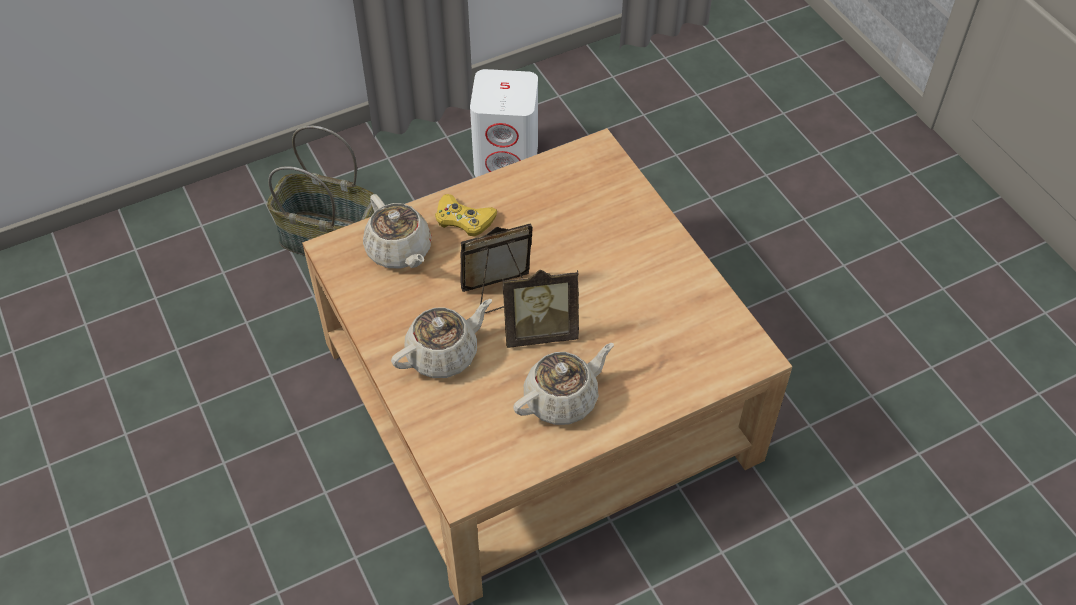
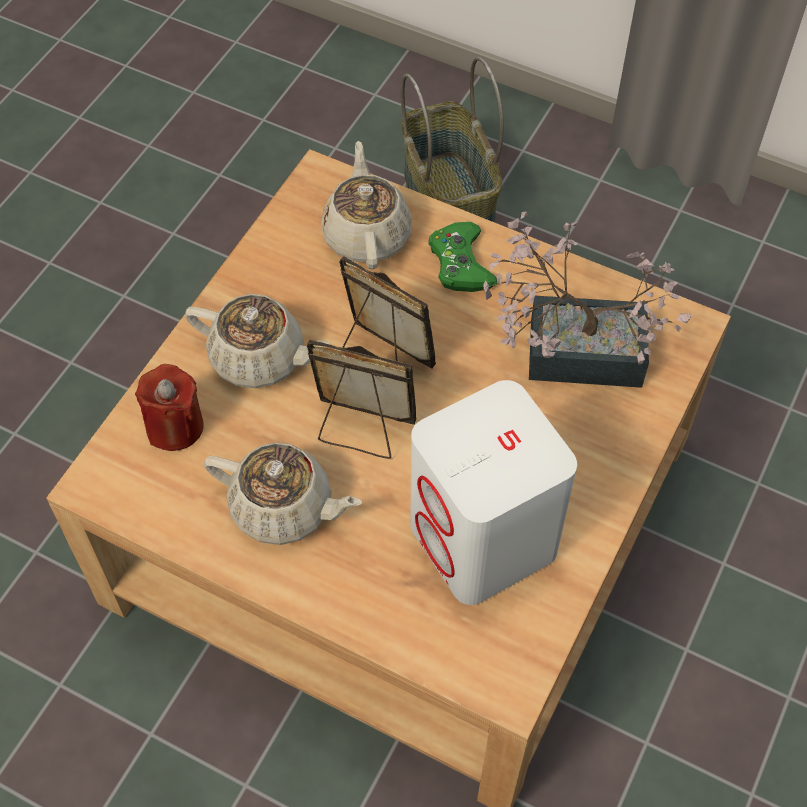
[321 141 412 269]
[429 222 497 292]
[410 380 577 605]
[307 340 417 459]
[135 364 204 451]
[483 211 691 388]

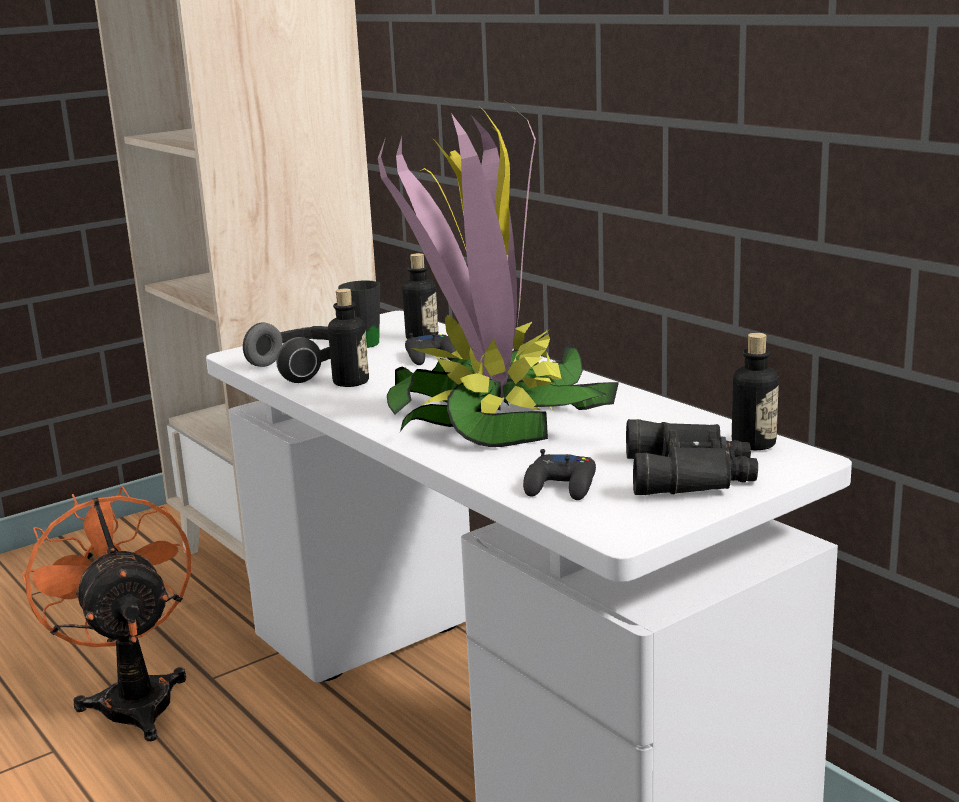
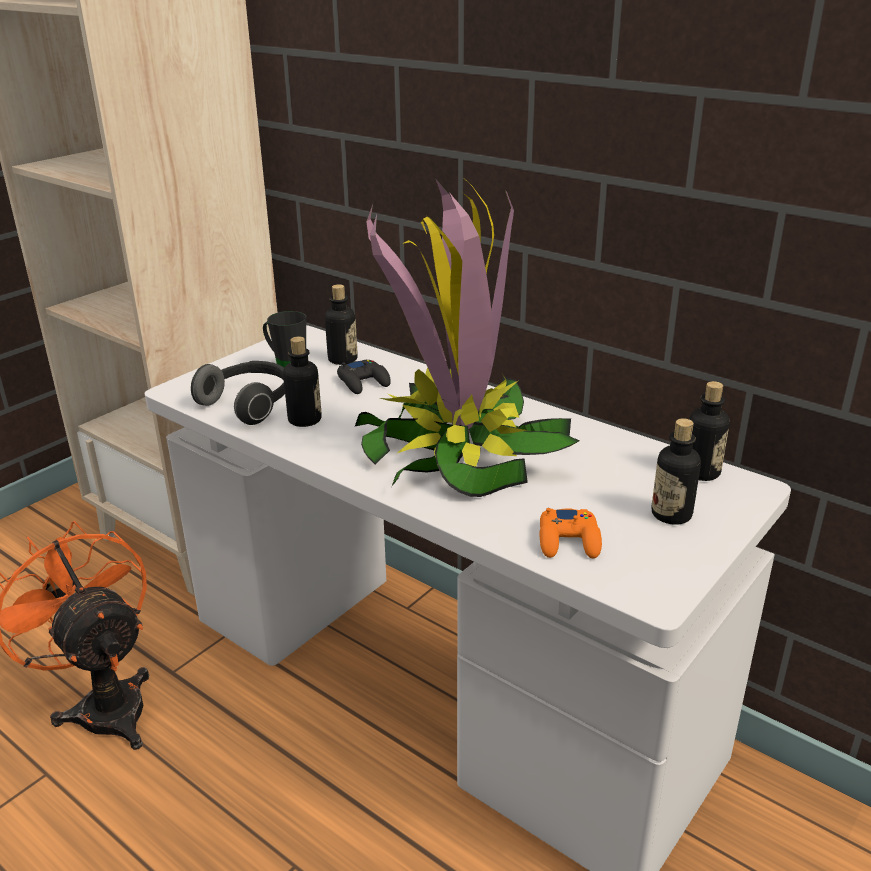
[539 508 602 558]
[652 418 701 525]

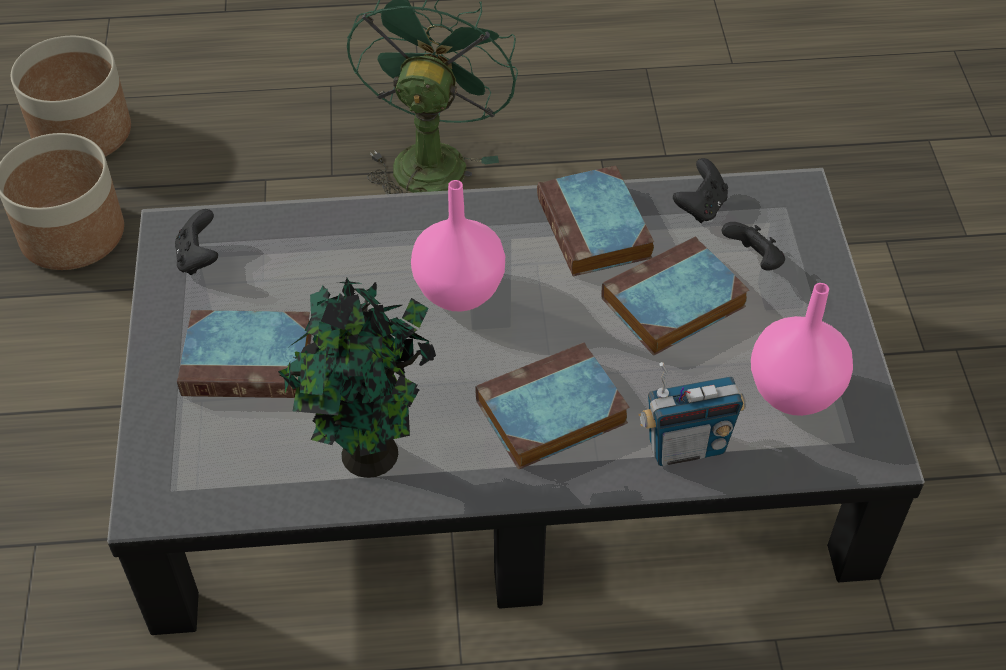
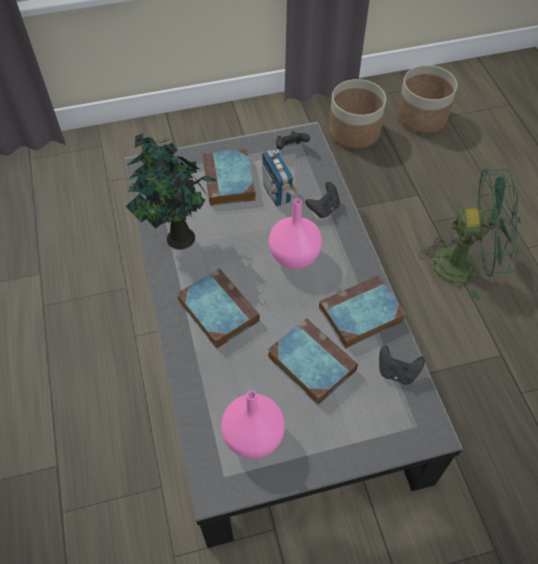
[262 132 298 207]
[305 182 340 218]

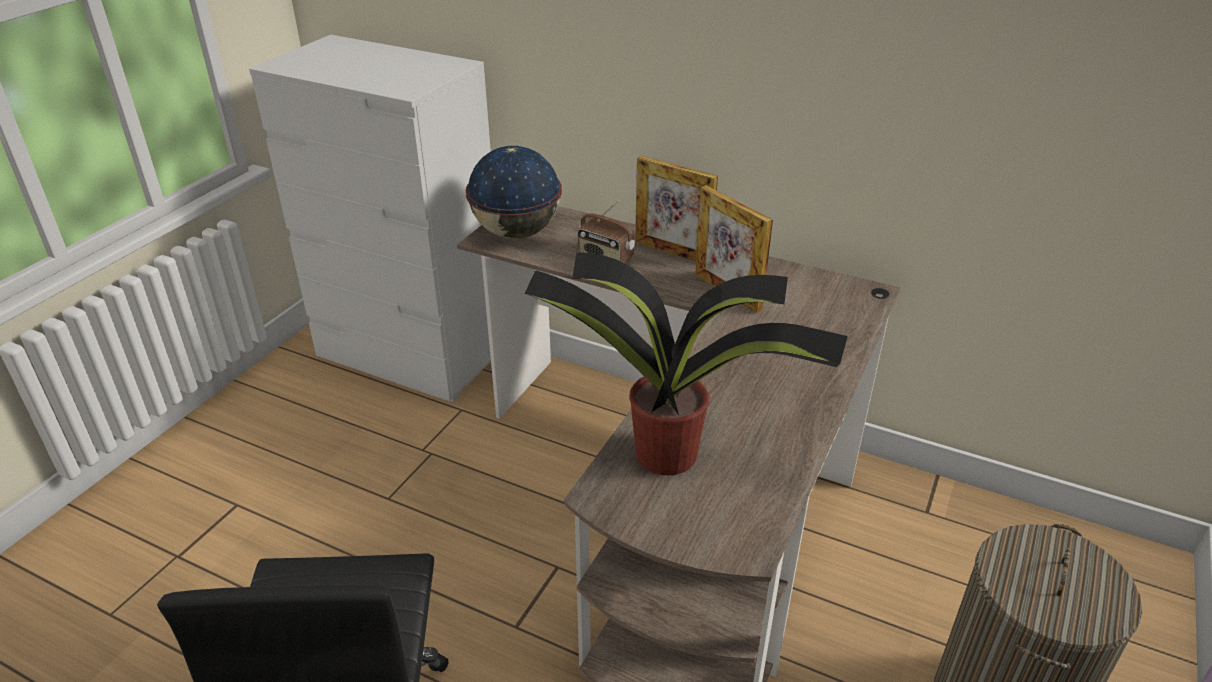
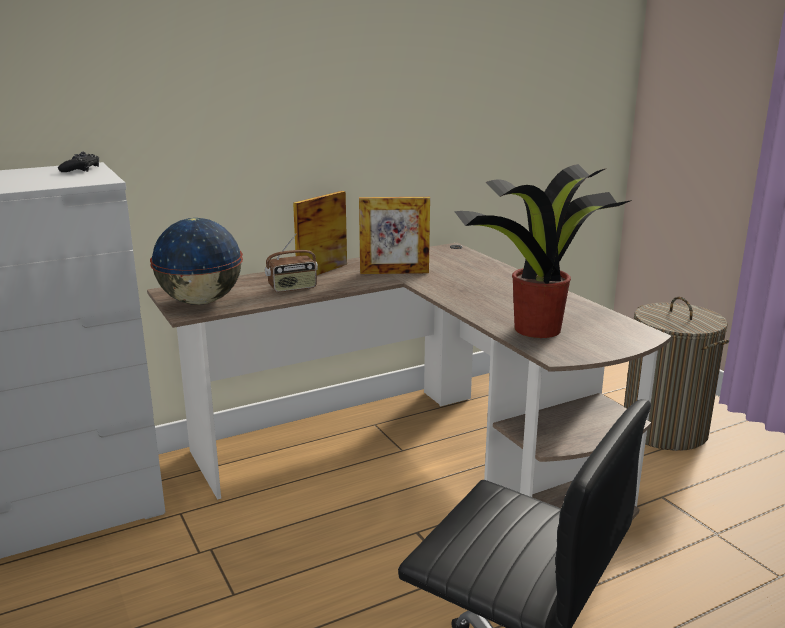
[293 191 347 275]
[58 152 99 172]

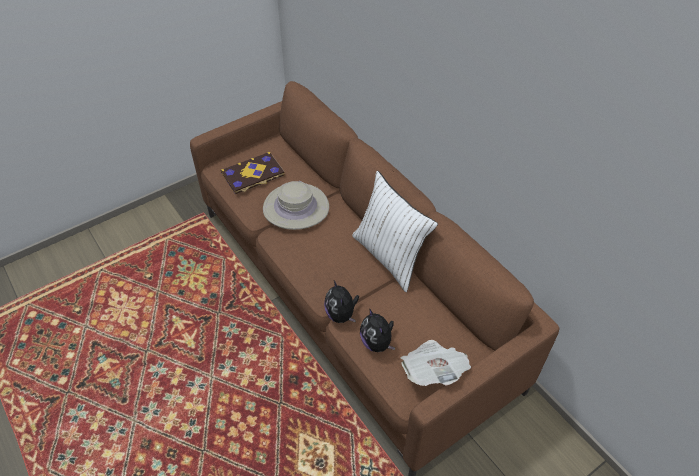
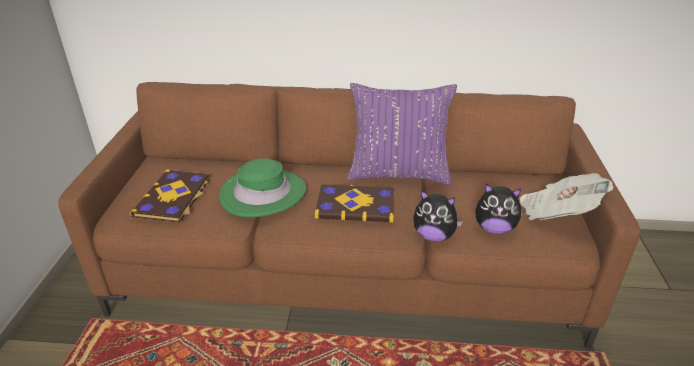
[219 158 306 217]
[347 83 457 185]
[314 184 394 223]

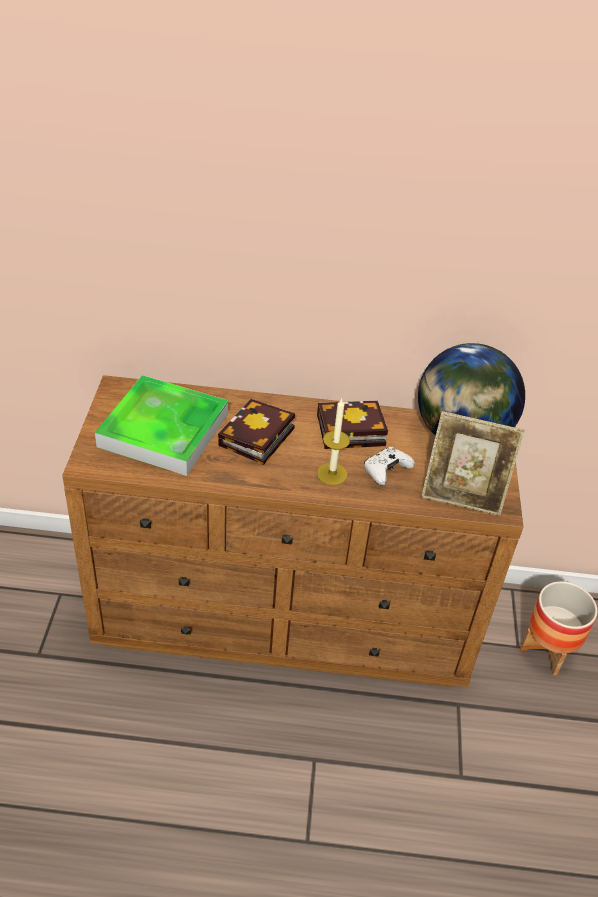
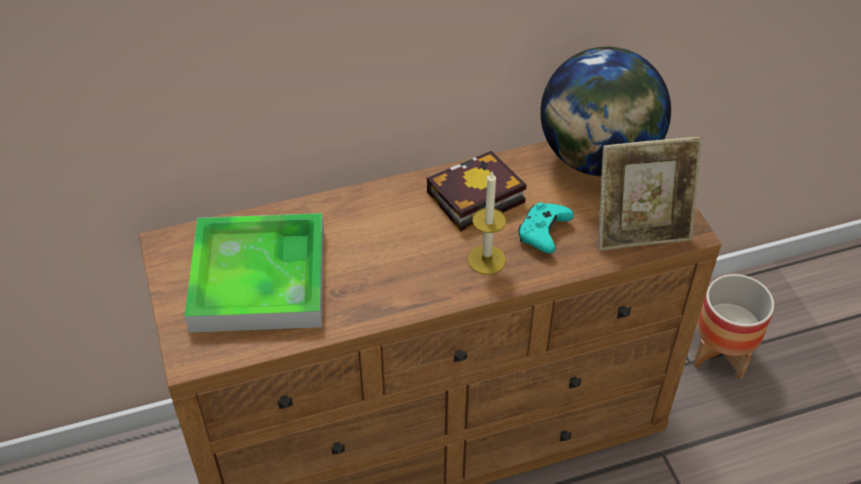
[218 399 295 465] (first image)
[518 202 573 253]

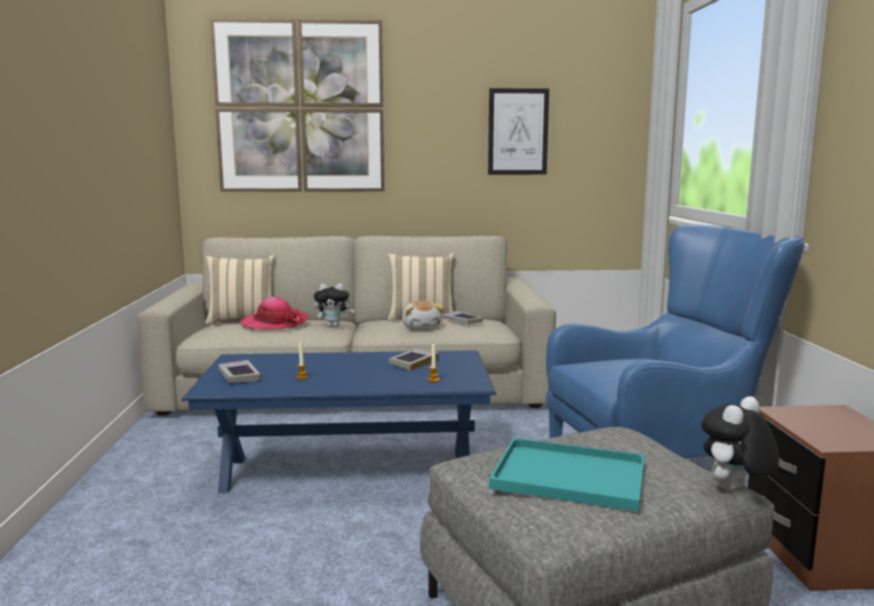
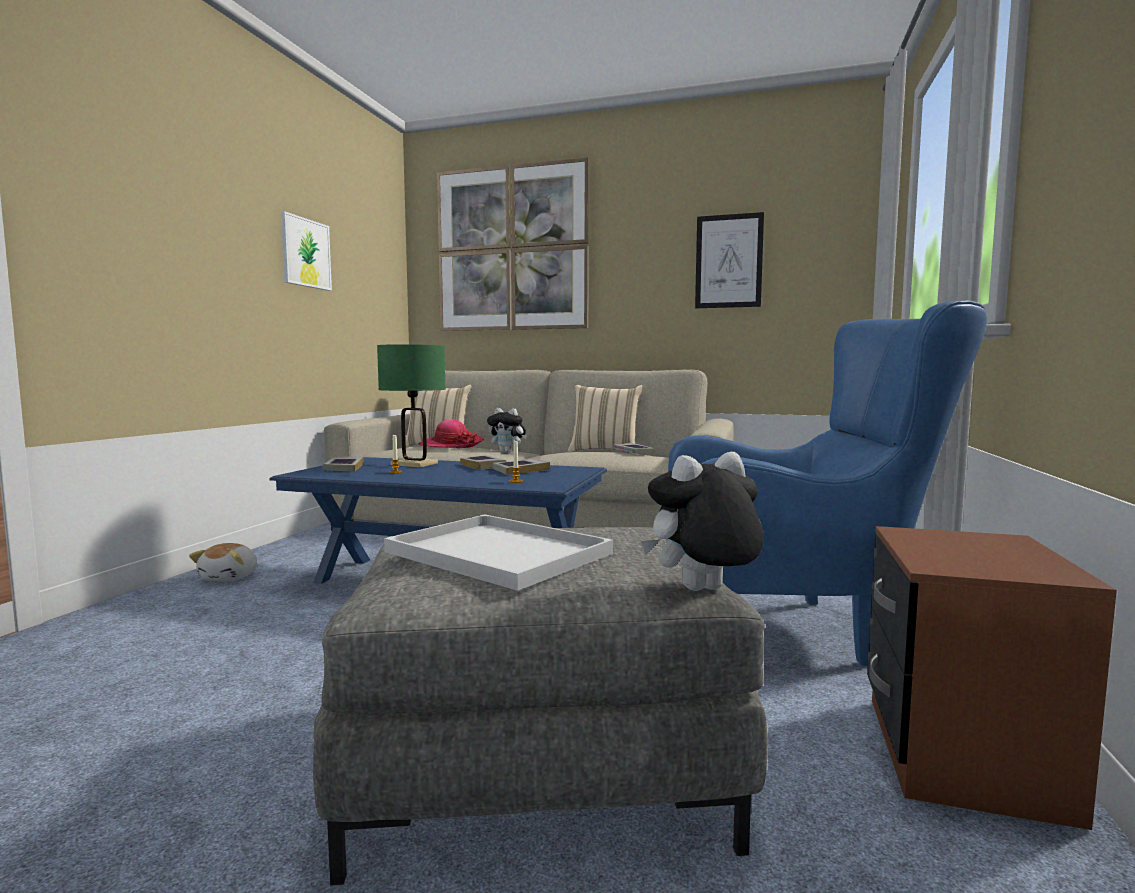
[189 543 257 581]
[384 514 613 591]
[281 211 332 291]
[377 344 446 467]
[460 455 507 470]

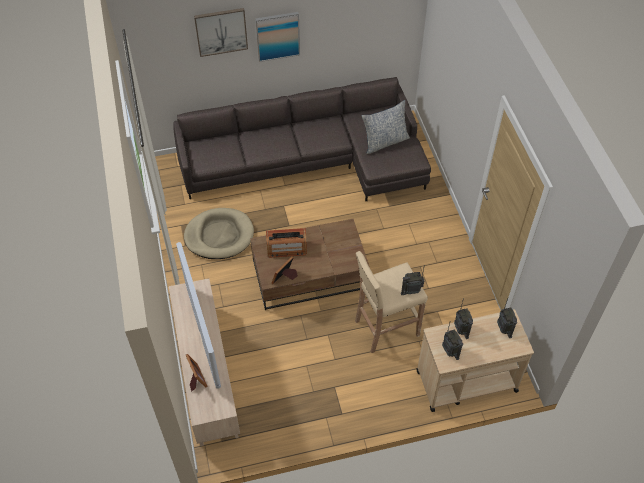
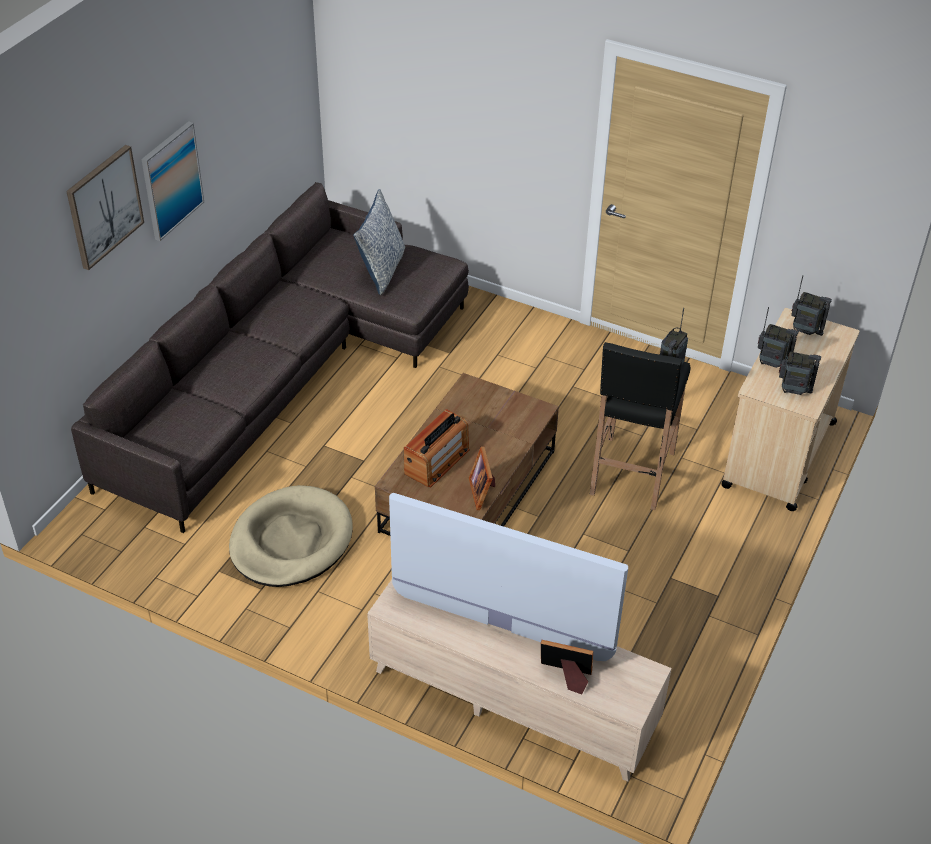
[590 342 690 510]

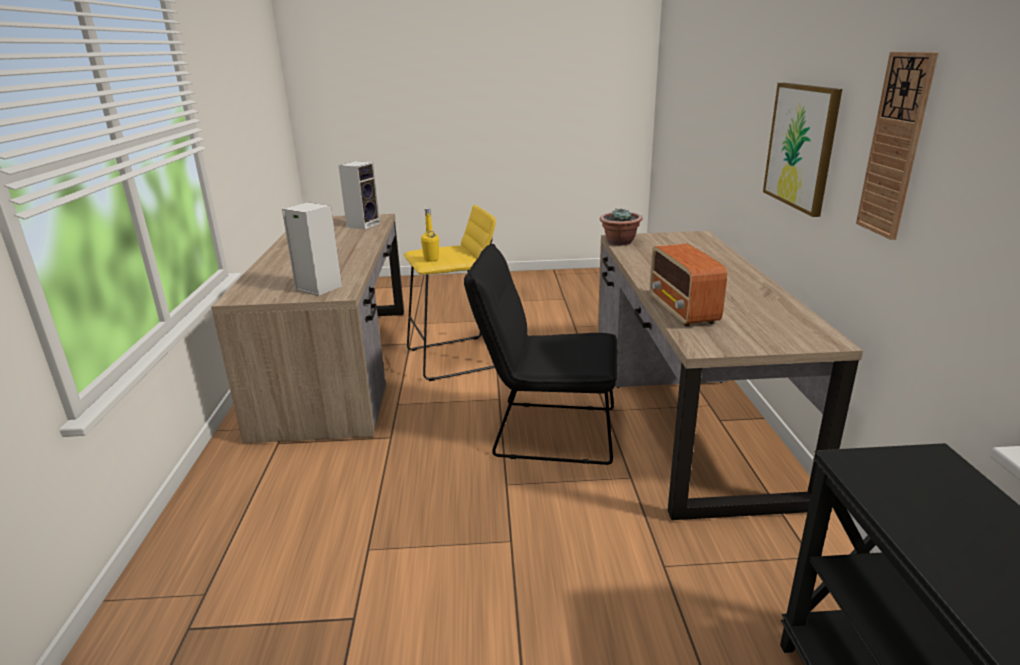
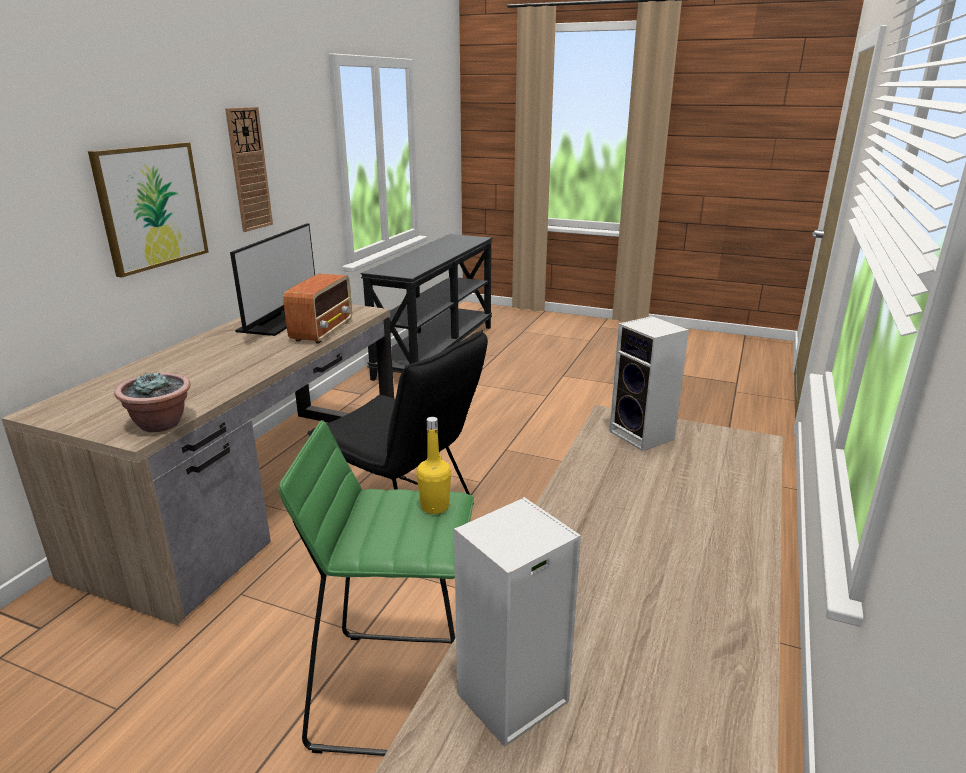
[278 420 474 756]
[230 223 315 336]

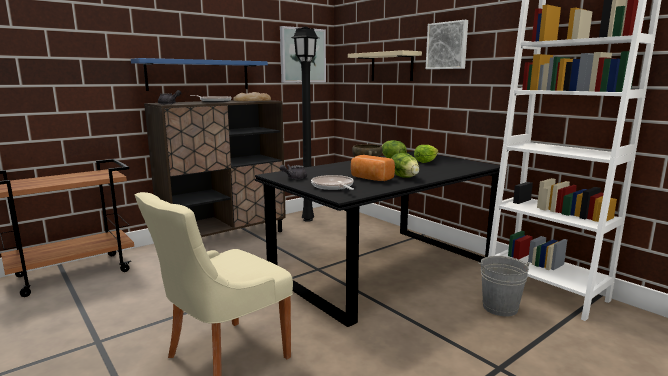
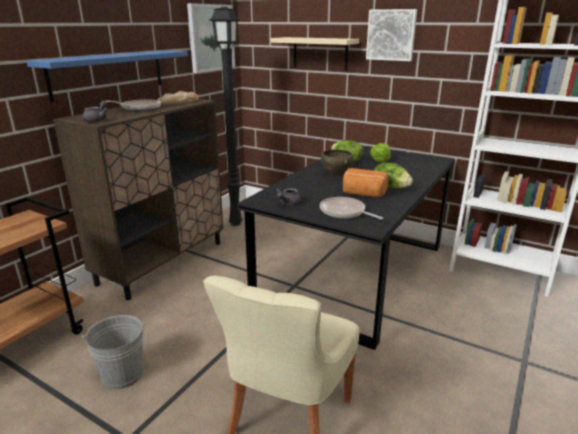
[81 315 146 389]

